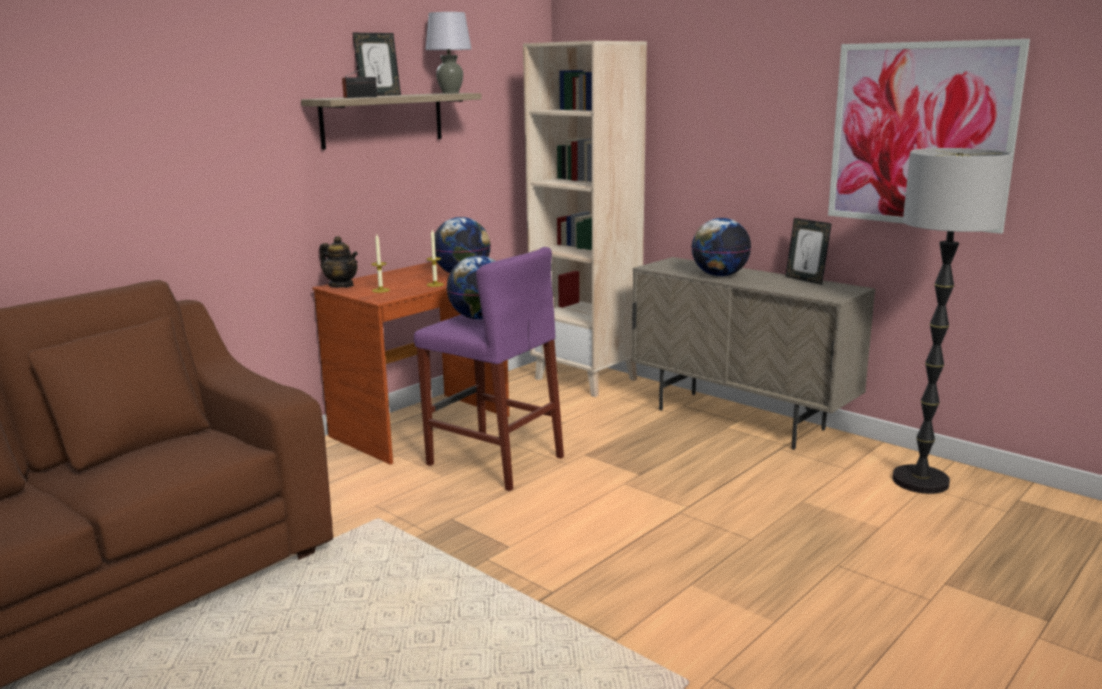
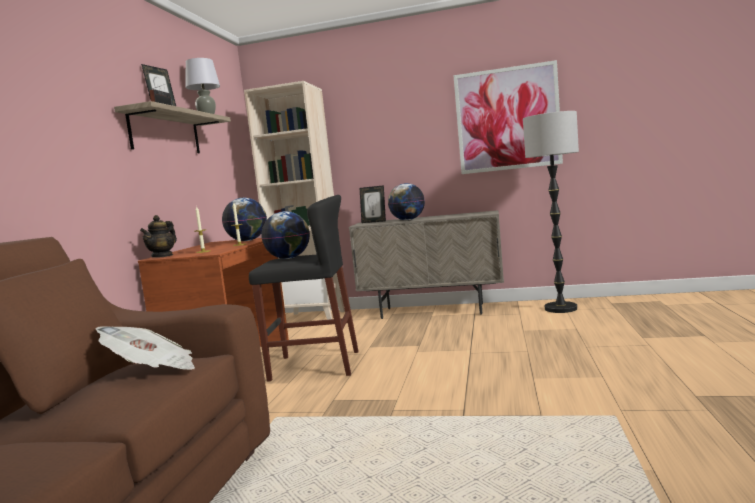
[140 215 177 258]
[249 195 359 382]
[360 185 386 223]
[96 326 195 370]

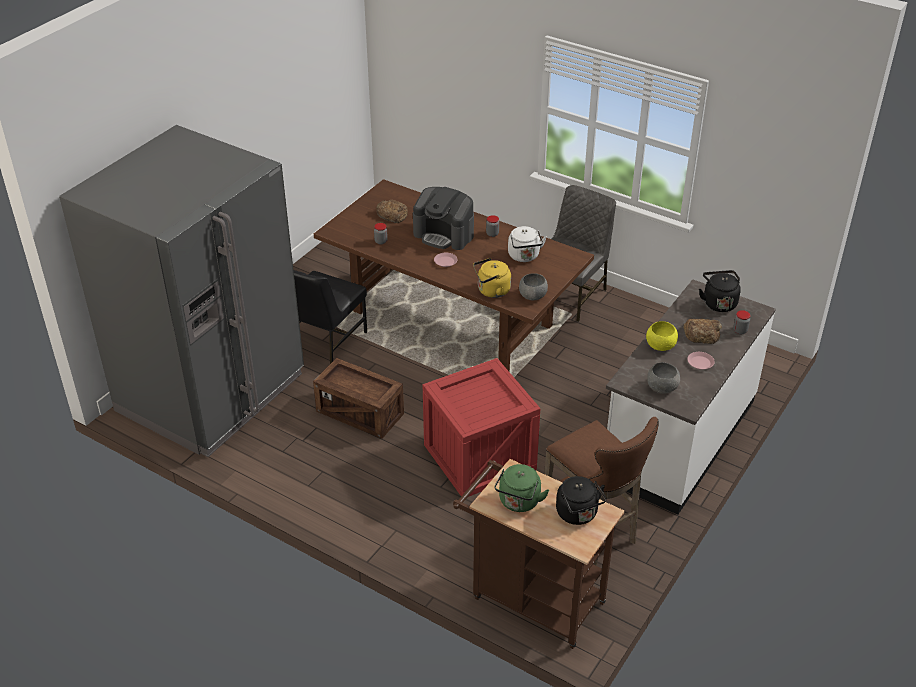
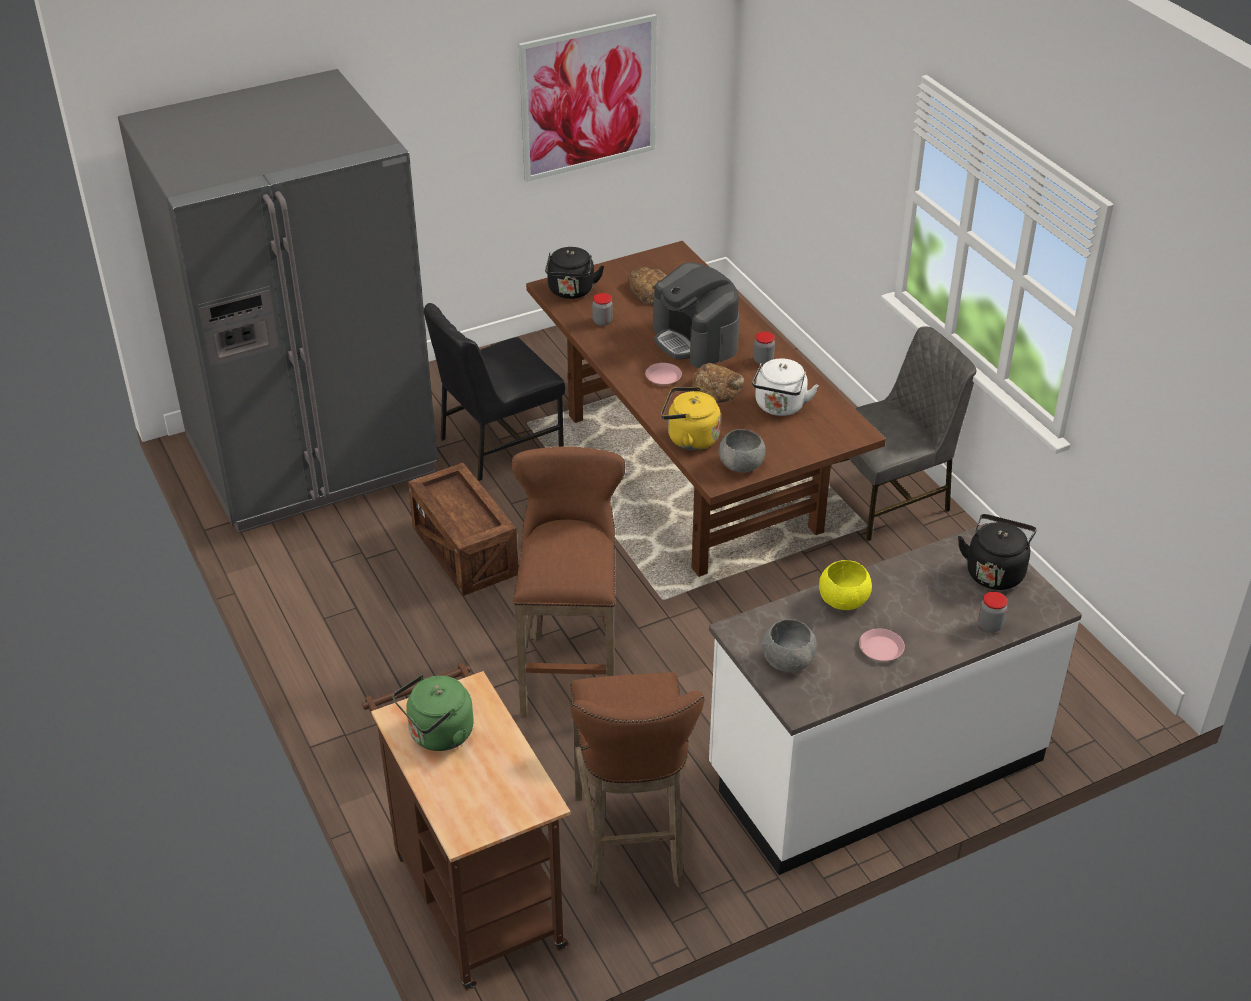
[511 446 625 718]
[545 247 604 299]
[692 363 744 403]
[519 14 657 182]

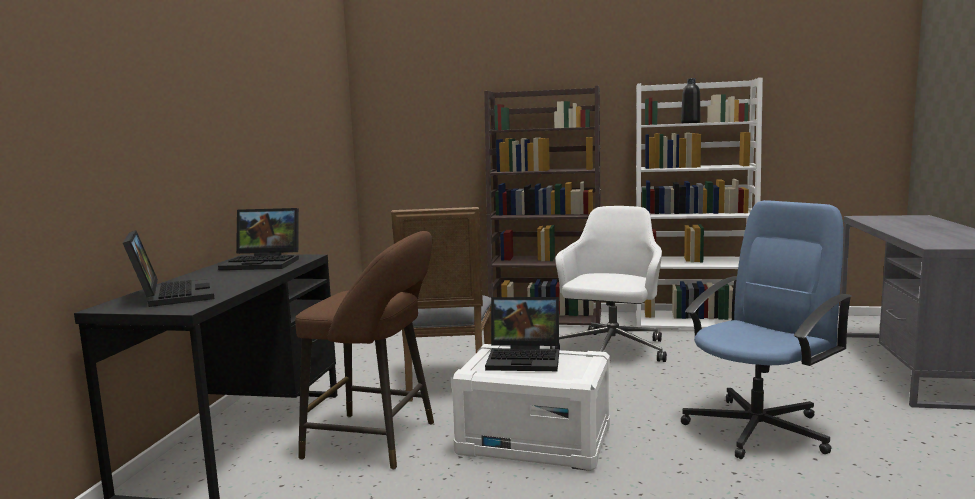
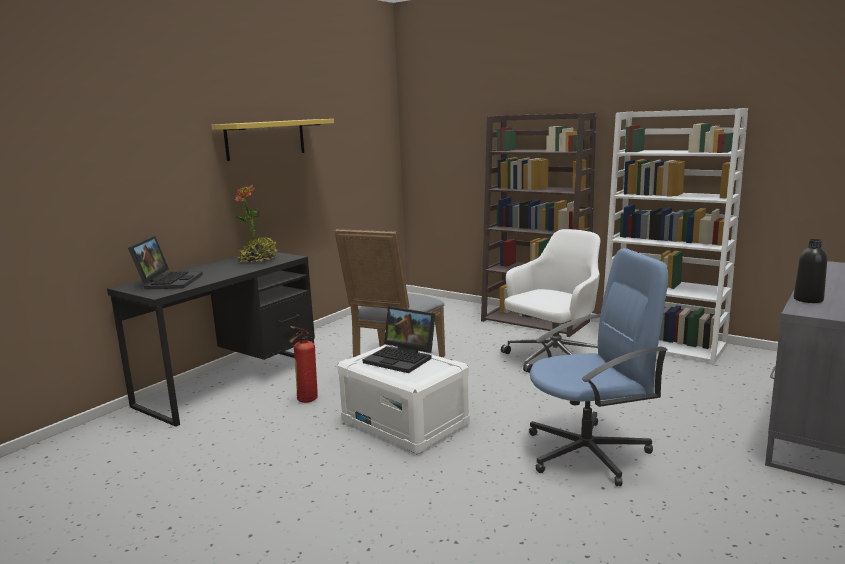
[235 184 278 263]
[289 326 318 403]
[794 239 827 303]
[211 119 334 161]

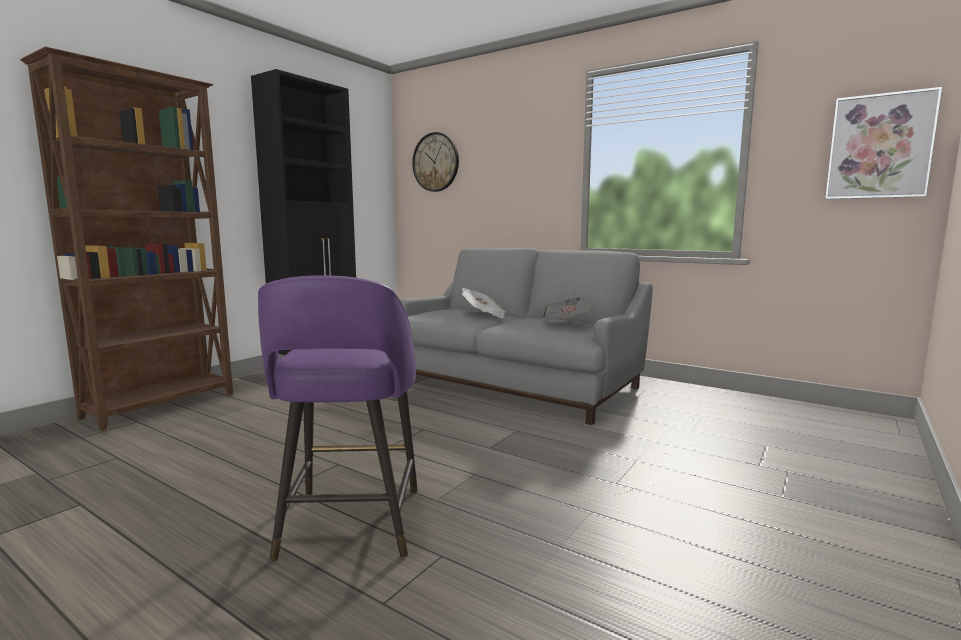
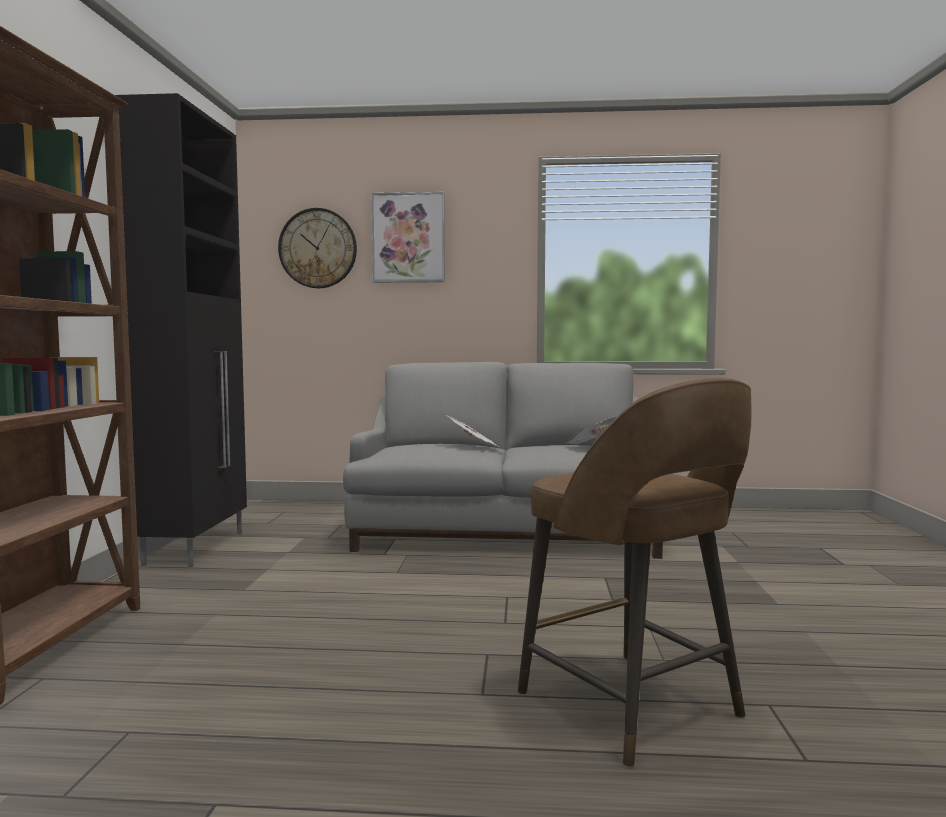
[518 378 751 768]
[372 192 445 283]

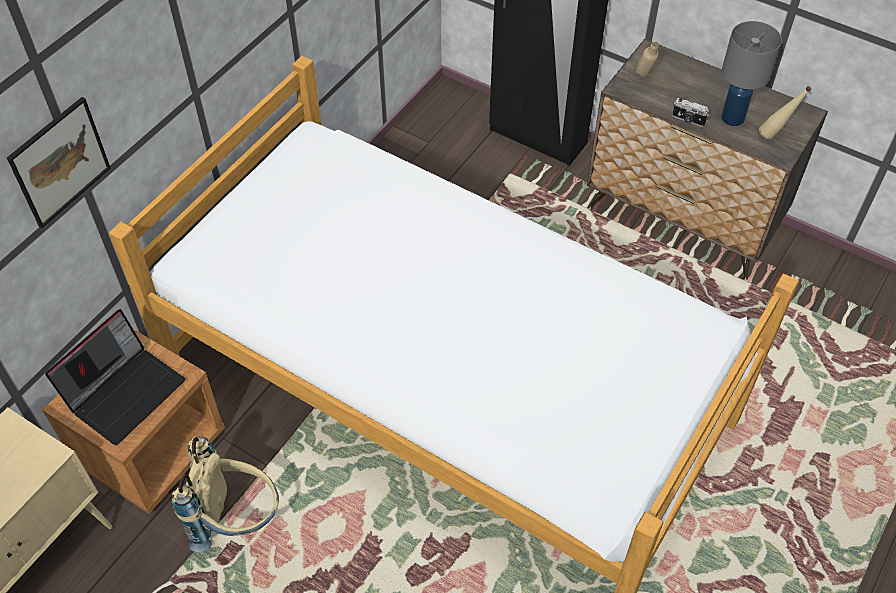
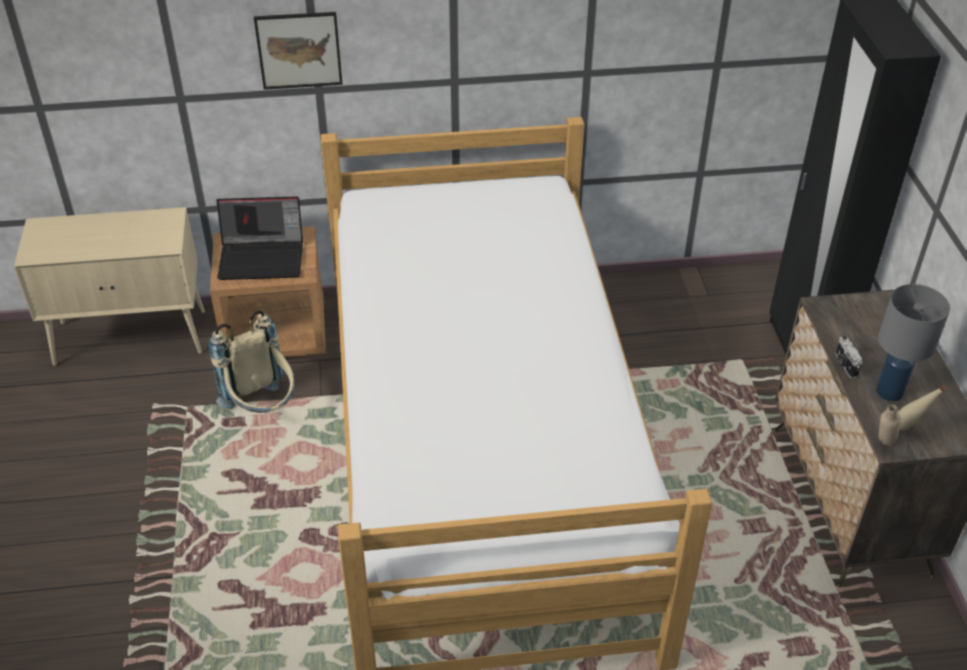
[879 404 901 446]

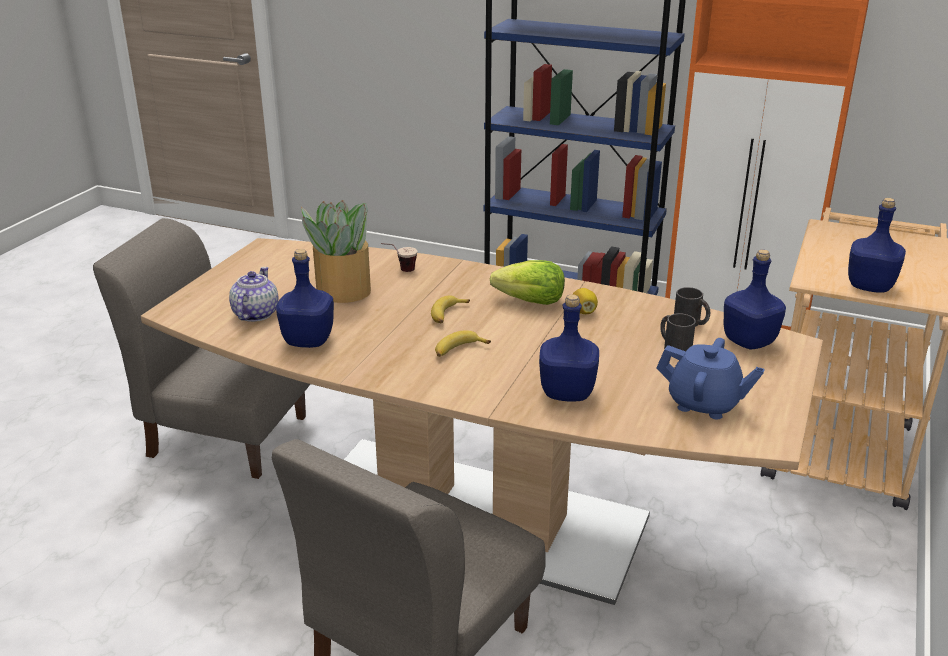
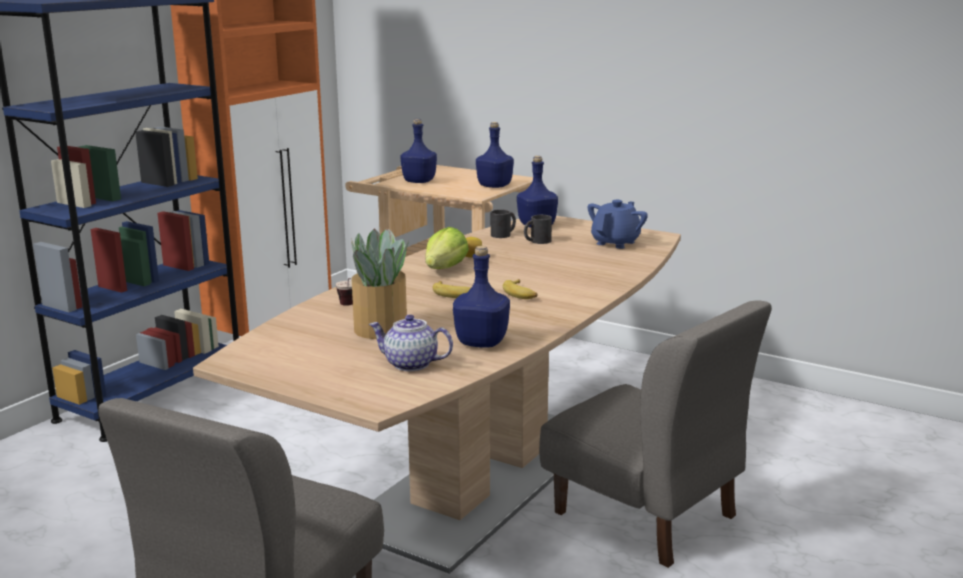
[401 119 437 183]

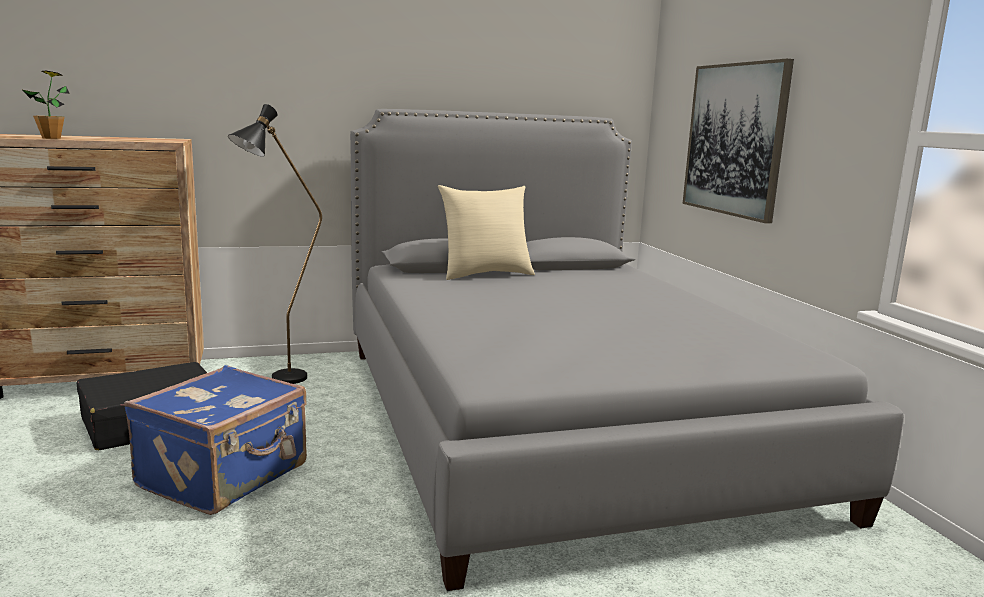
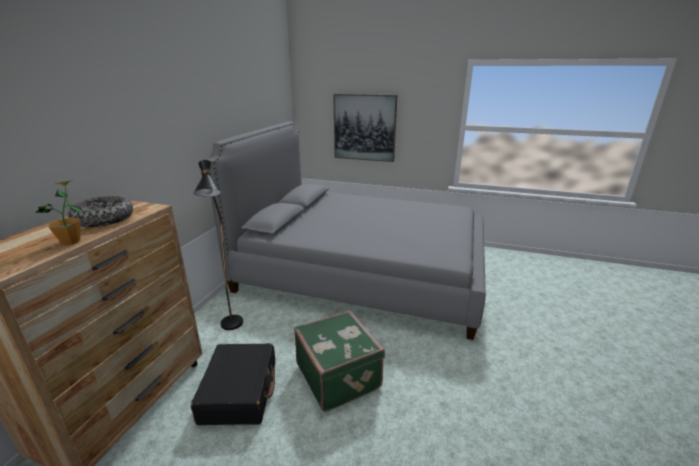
[294 310 385 412]
[438 185 535 280] (first image)
[68 196 133 227]

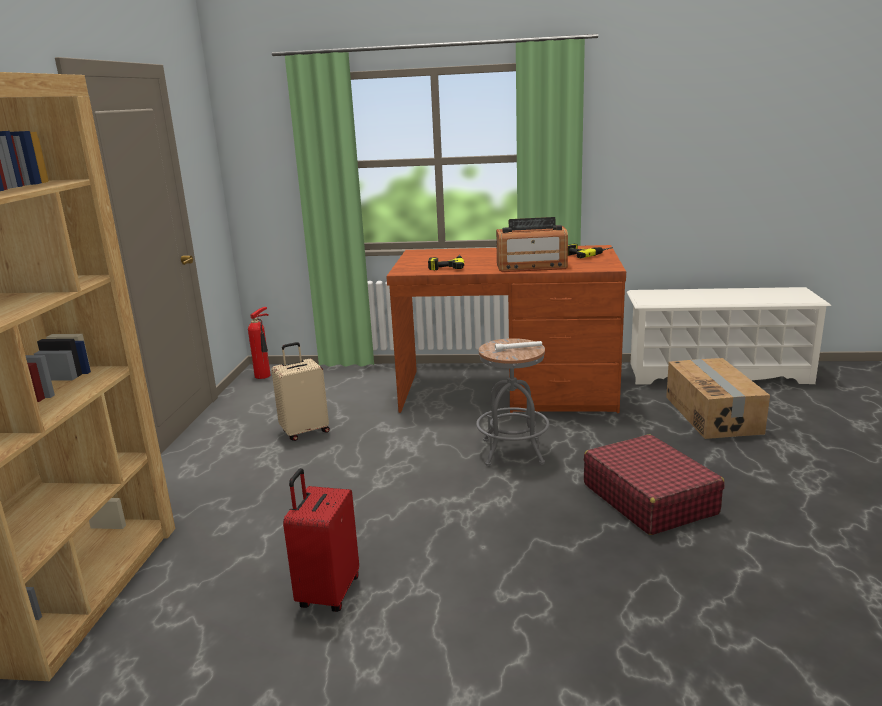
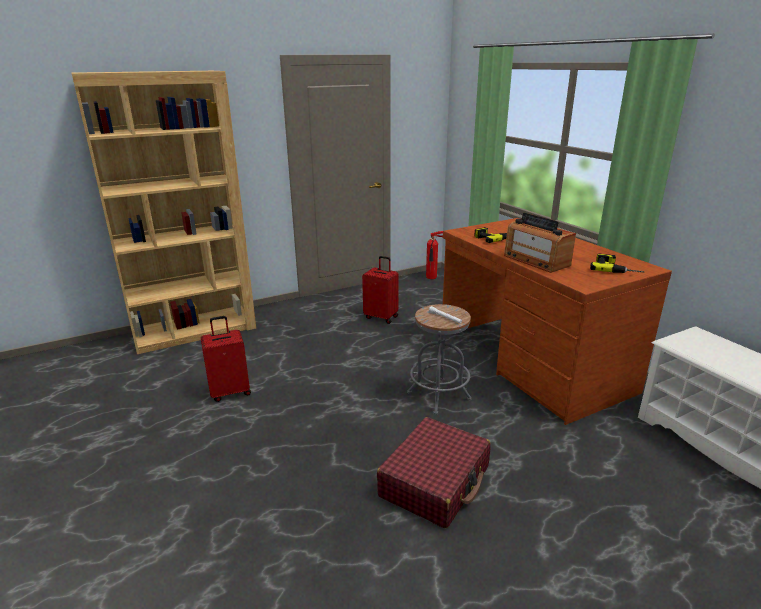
[362 256 399 324]
[666 358 770 439] (first image)

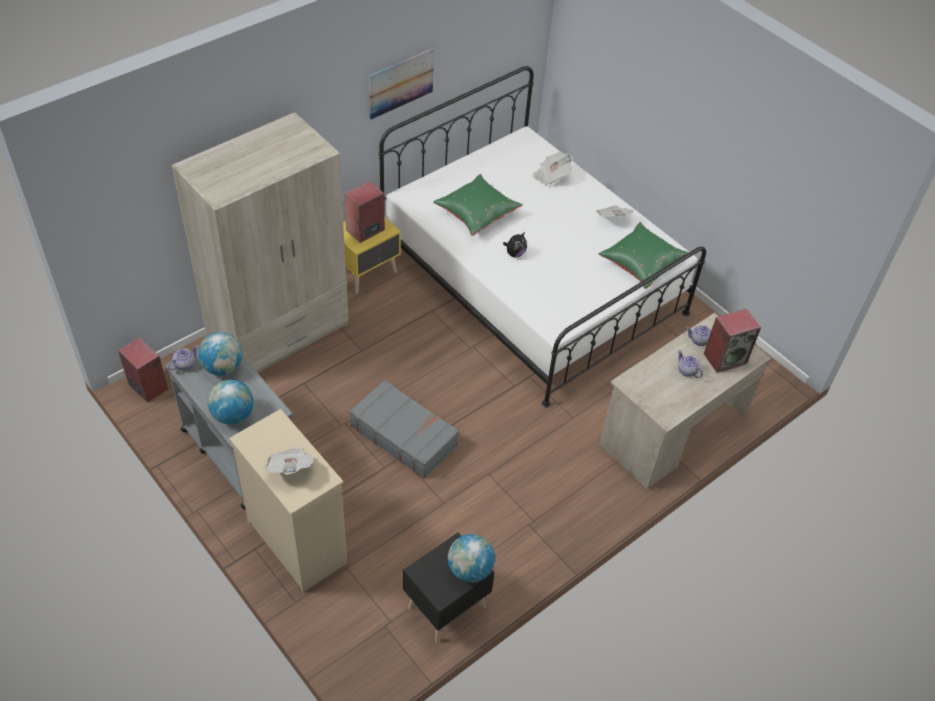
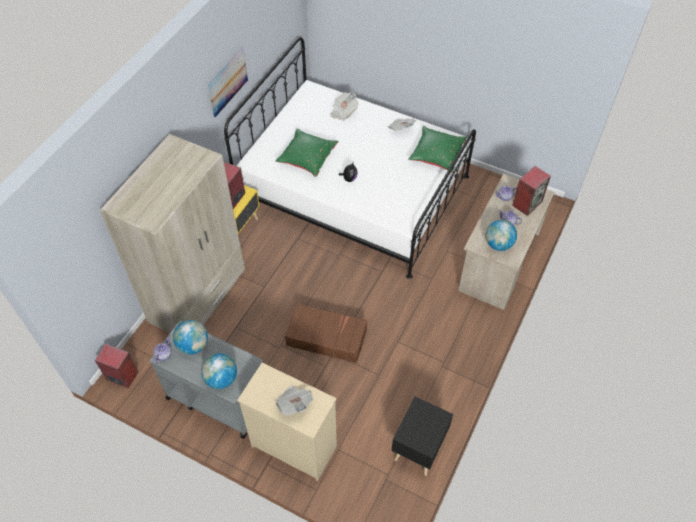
[285 304 367 363]
[485 220 517 251]

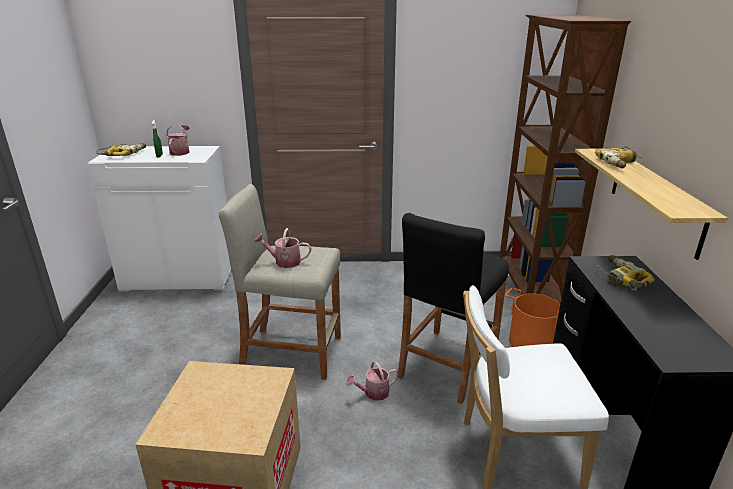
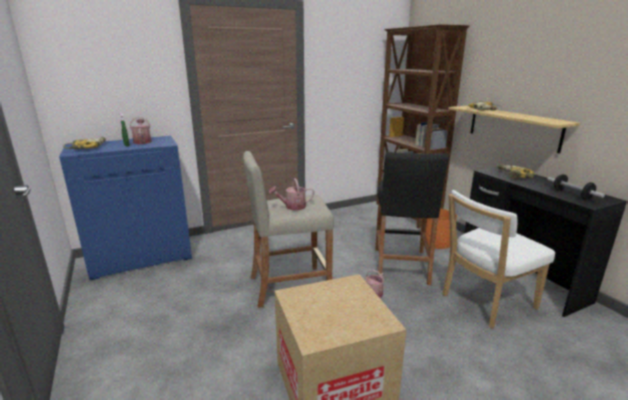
[59 136 192 280]
[547 174 605 200]

